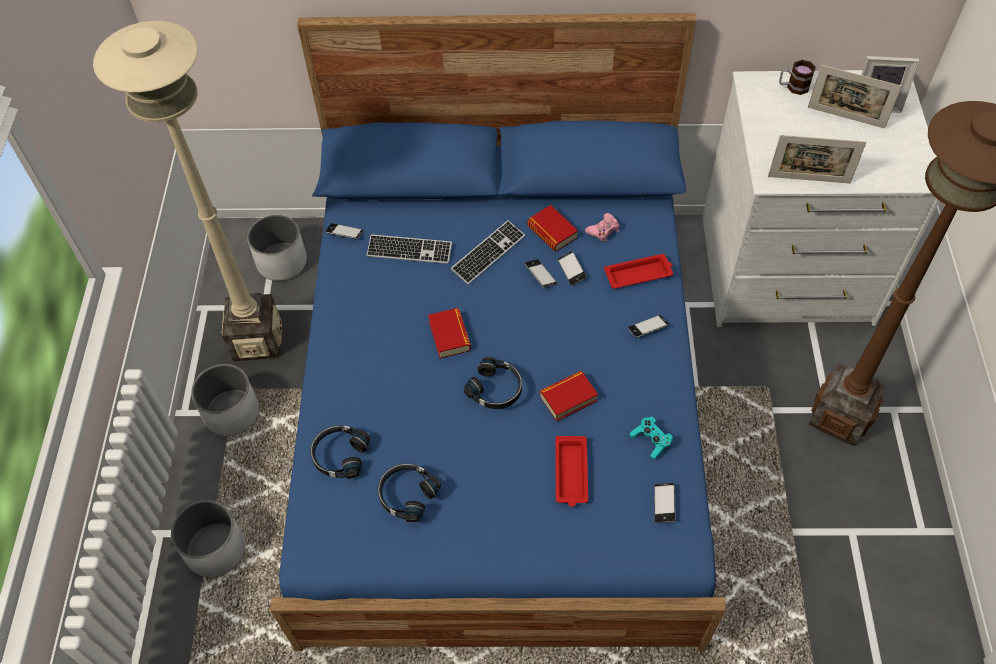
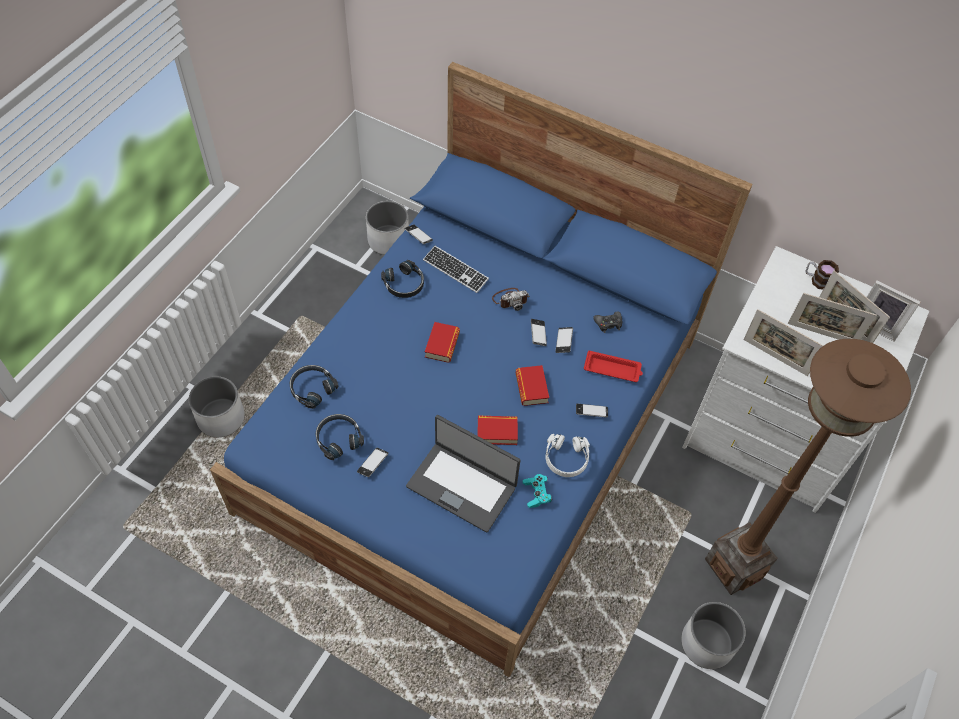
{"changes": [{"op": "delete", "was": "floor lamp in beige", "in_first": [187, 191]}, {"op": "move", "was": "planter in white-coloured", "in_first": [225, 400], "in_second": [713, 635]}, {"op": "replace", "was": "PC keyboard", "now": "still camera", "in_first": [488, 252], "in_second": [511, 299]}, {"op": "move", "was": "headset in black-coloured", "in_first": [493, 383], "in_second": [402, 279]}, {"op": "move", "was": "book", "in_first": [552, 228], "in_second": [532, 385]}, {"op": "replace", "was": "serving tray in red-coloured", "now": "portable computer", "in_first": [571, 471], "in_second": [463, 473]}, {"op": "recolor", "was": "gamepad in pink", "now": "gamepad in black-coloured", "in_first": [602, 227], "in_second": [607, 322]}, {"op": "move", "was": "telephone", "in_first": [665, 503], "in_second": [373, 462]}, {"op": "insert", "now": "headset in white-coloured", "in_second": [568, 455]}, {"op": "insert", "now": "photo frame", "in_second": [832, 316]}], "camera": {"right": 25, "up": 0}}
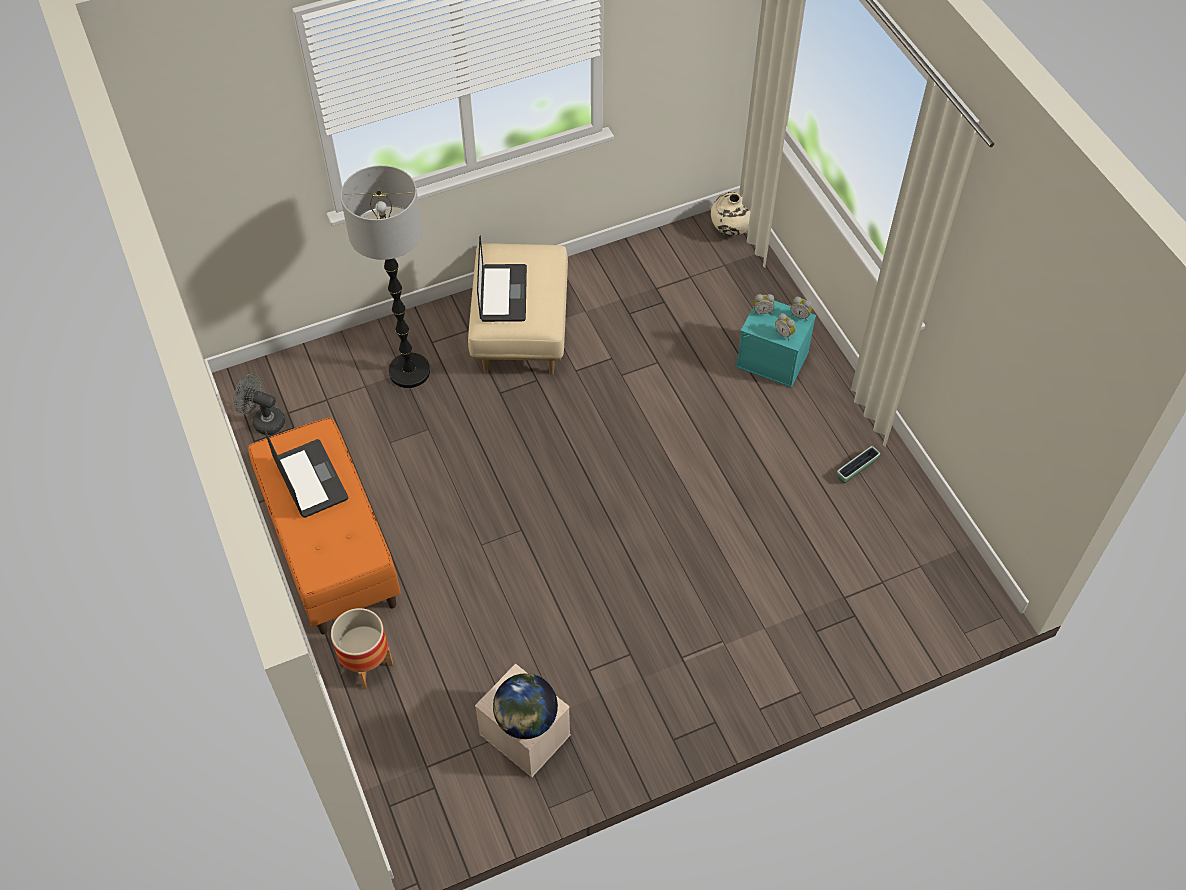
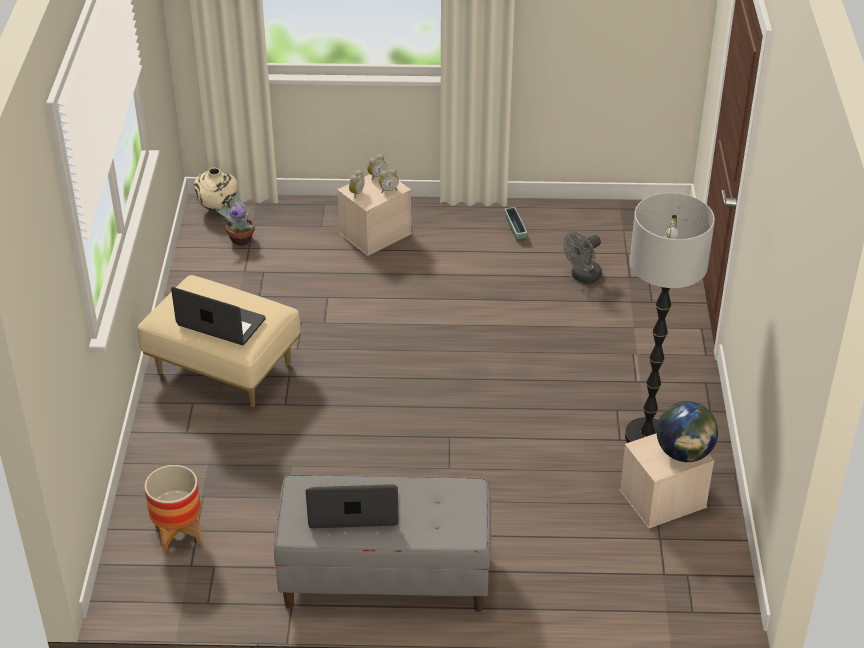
{"changes": [{"op": "move", "was": "fan in gray", "in_first": [259, 404], "in_second": [582, 257]}, {"op": "recolor", "was": "bench in orangey", "now": "bench in gray", "in_first": [324, 525], "in_second": [382, 543]}, {"op": "move", "was": "planter", "in_first": [362, 648], "in_second": [173, 509]}, {"op": "move", "was": "floor lamp", "in_first": [385, 276], "in_second": [670, 318]}, {"op": "recolor", "was": "storage bin in turquoise-coloured", "now": "storage bin in beige", "in_first": [776, 344], "in_second": [374, 215]}, {"op": "insert", "now": "potted plant", "in_second": [235, 218]}], "camera": {"right": -65, "up": -15}}
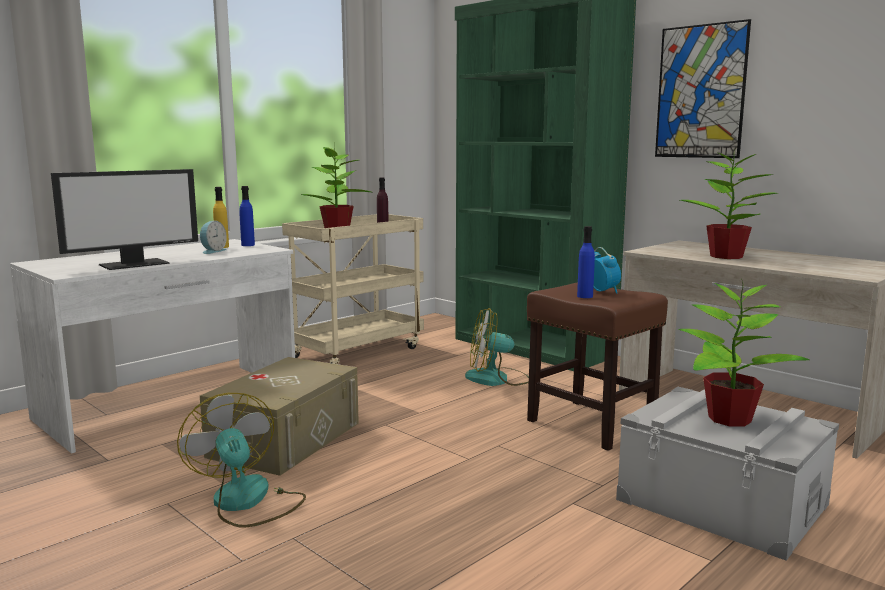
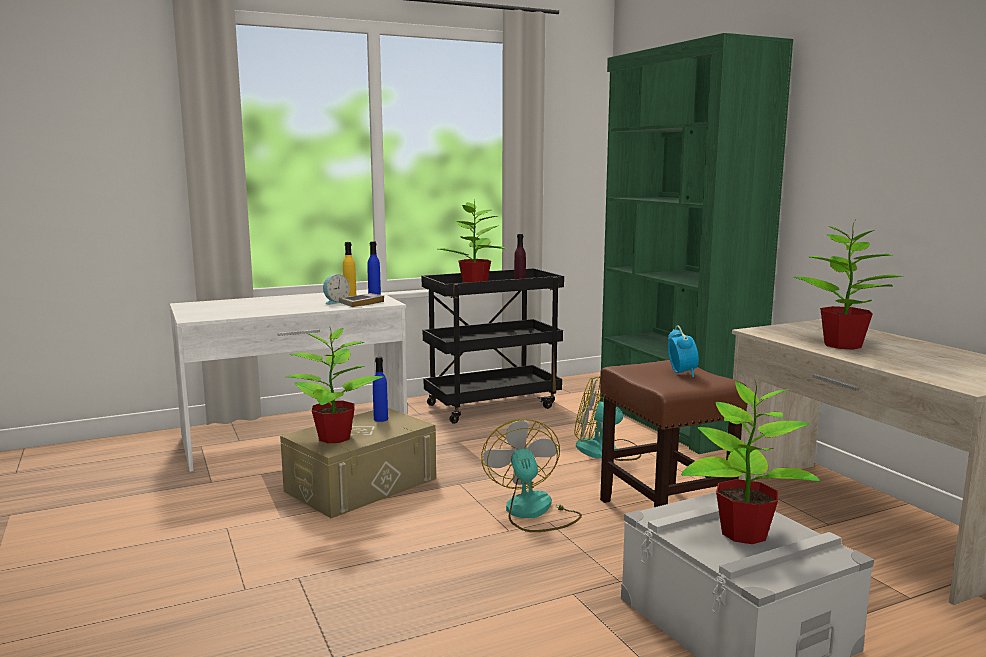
{"changes": [{"op": "delete", "was": "monitor", "in_first": [124, 219]}, {"op": "move", "was": "fan", "in_first": [241, 460], "in_second": [531, 475]}, {"op": "recolor", "was": "cart in beige", "now": "cart in black-coloured", "in_first": [353, 289], "in_second": [493, 346]}, {"op": "move", "was": "beverage bottle in blue-coloured", "in_first": [586, 262], "in_second": [380, 389]}, {"op": "delete", "was": "wall art", "in_first": [703, 88]}, {"op": "insert", "now": "potted plant", "in_second": [334, 384]}, {"op": "insert", "now": "book", "in_second": [361, 300]}], "camera": {"right": 20, "up": 0}}
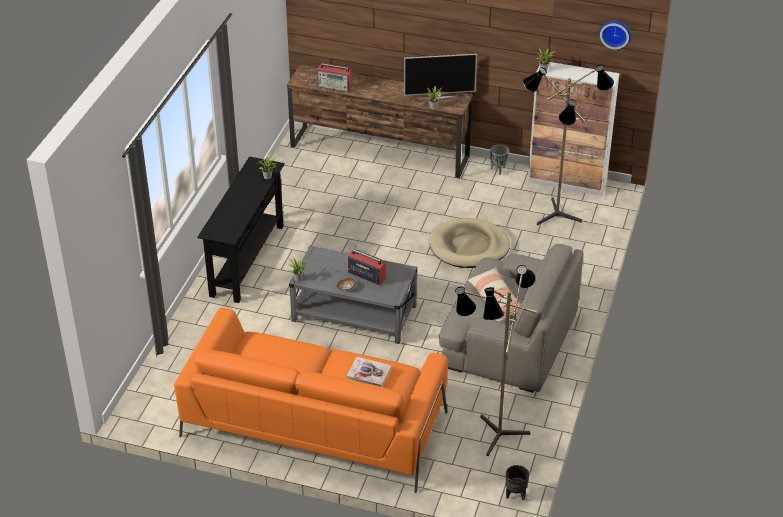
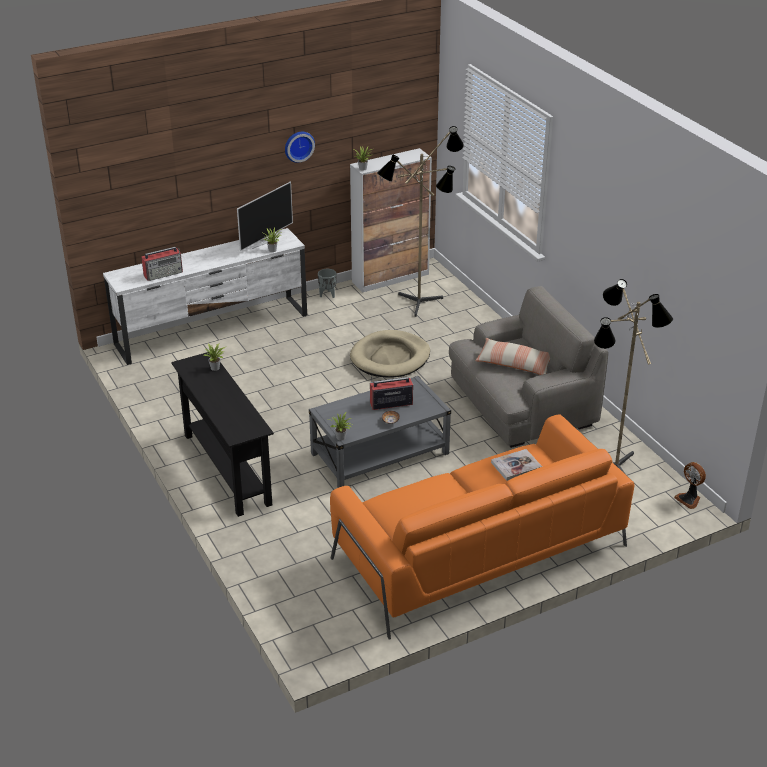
{"changes": [{"op": "recolor", "was": "media console in brown", "now": "media console in white-coloured", "in_first": [380, 121], "in_second": [205, 296]}, {"op": "replace", "was": "planter in black-coloured", "now": "fan", "in_first": [517, 483], "in_second": [690, 485]}, {"op": "move", "was": "hanging clock", "in_first": [615, 35], "in_second": [300, 147]}], "camera": {"right": -45, "up": -5}}
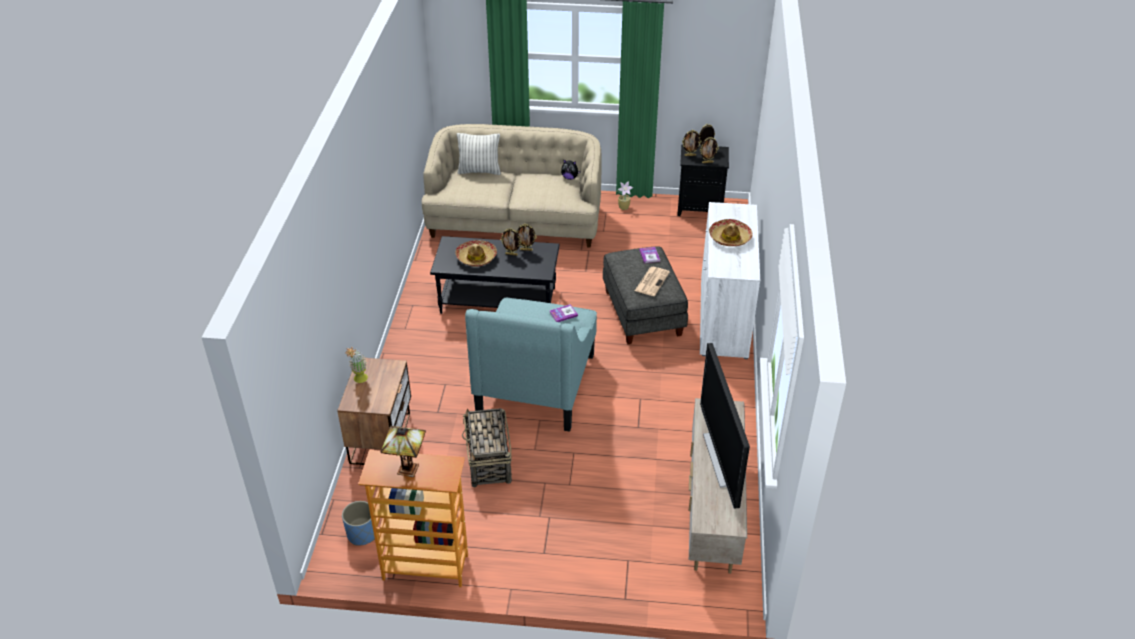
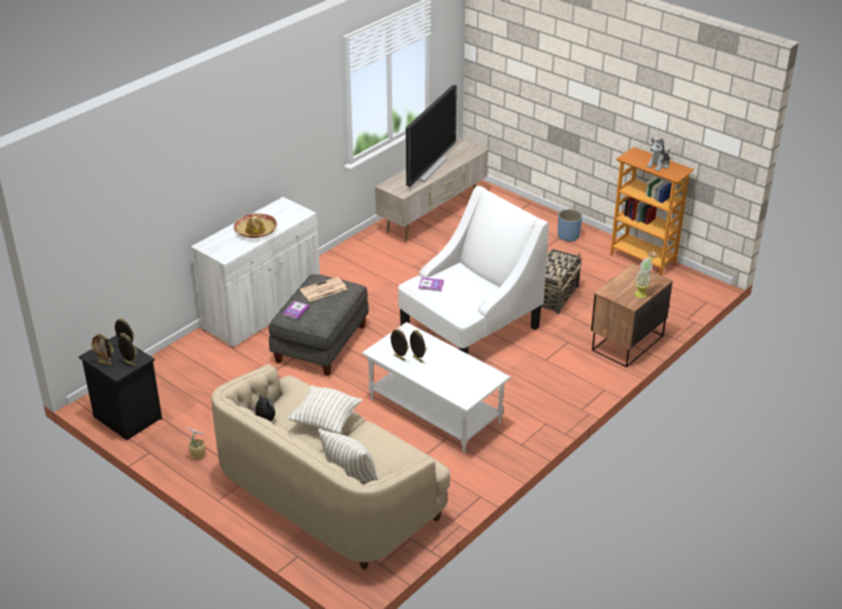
{"changes": [{"op": "move", "was": "planter in blue-coloured", "in_first": [358, 523], "in_second": [570, 225]}, {"op": "replace", "was": "tabletop lamp", "now": "cuddly toy", "in_first": [403, 451], "in_second": [658, 154]}, {"op": "recolor", "was": "coffee table in black-coloured", "now": "coffee table in white-coloured", "in_first": [495, 275], "in_second": [436, 387]}, {"op": "delete", "was": "clothing hat", "in_first": [476, 253]}, {"op": "recolor", "was": "easy chair in turquoise-coloured", "now": "easy chair in white-coloured", "in_first": [531, 365], "in_second": [473, 270]}, {"op": "insert", "now": "cushion", "in_second": [324, 409]}], "camera": {"right": -145, "up": -5}}
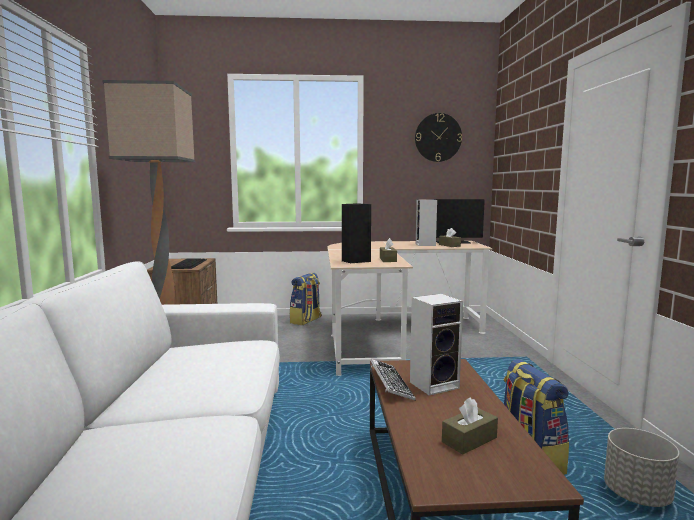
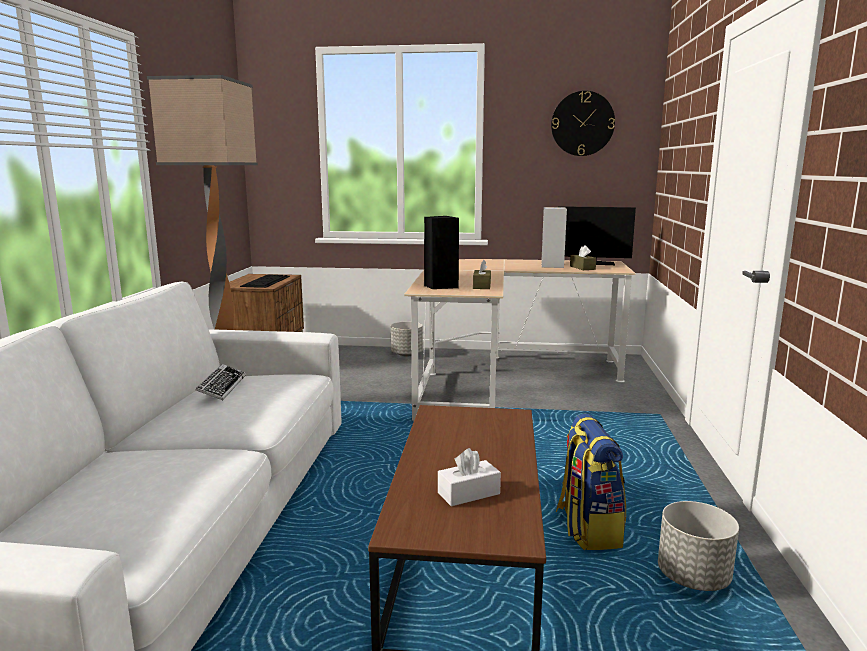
{"changes": [{"op": "replace", "was": "knapsack", "now": "planter in gray", "in_first": [306, 299], "in_second": [407, 339]}, {"op": "move", "was": "PC keyboard", "in_first": [393, 380], "in_second": [221, 382]}, {"op": "delete", "was": "audio speaker", "in_first": [436, 345]}, {"op": "recolor", "was": "box of tissues in brown", "now": "box of tissues in white-coloured", "in_first": [470, 426], "in_second": [469, 477]}], "camera": {"right": 10, "up": 5}}
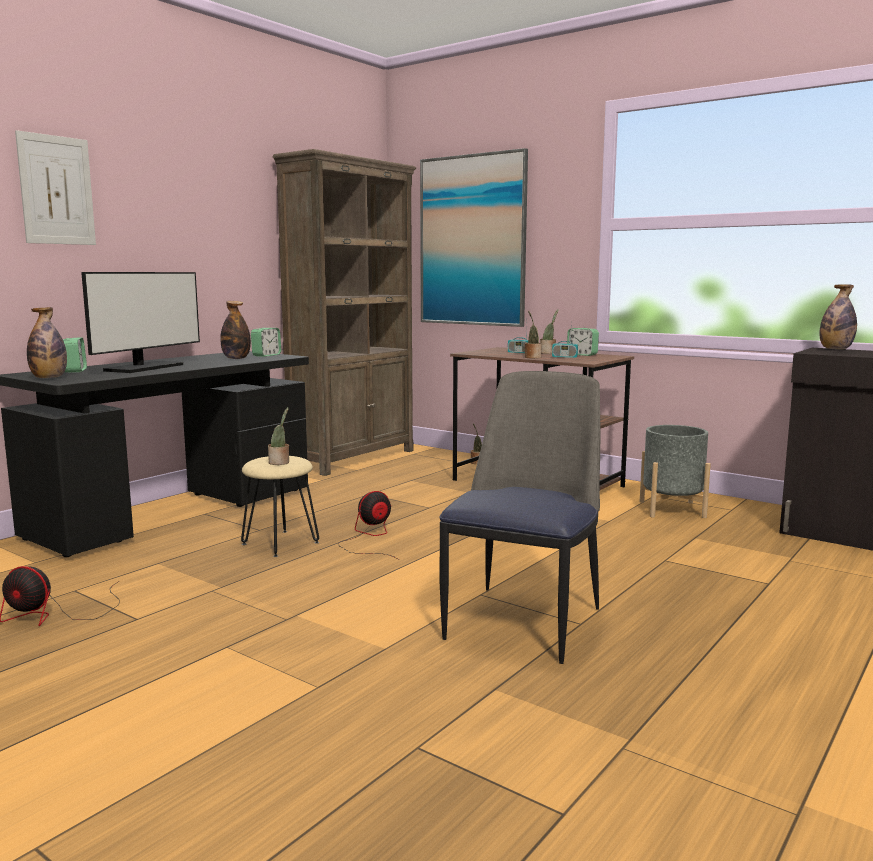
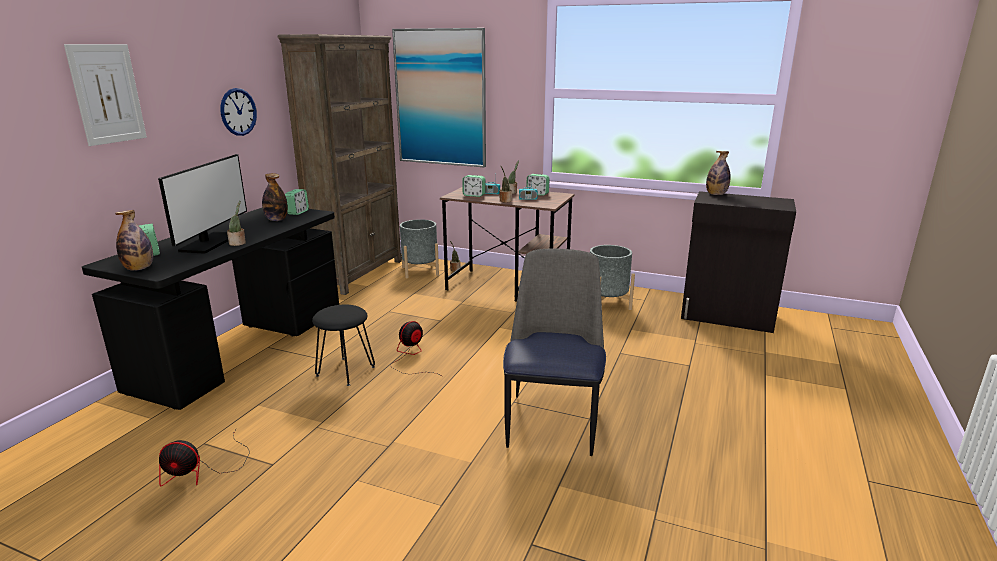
{"changes": [{"op": "recolor", "was": "sitting stool in beige", "now": "sitting stool in black-coloured", "in_first": [280, 506], "in_second": [343, 345]}, {"op": "move", "was": "potted plant", "in_first": [278, 436], "in_second": [236, 223]}, {"op": "insert", "now": "hanging clock", "in_second": [238, 112]}, {"op": "insert", "now": "planter in gray", "in_second": [419, 248]}, {"op": "insert", "now": "bedside clock", "in_second": [474, 186]}], "camera": {"right": -15, "up": 10}}
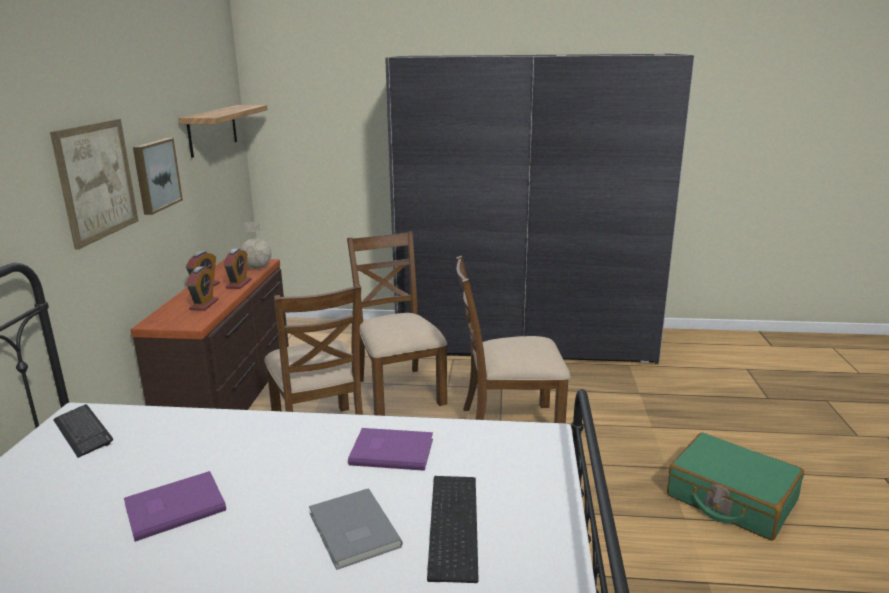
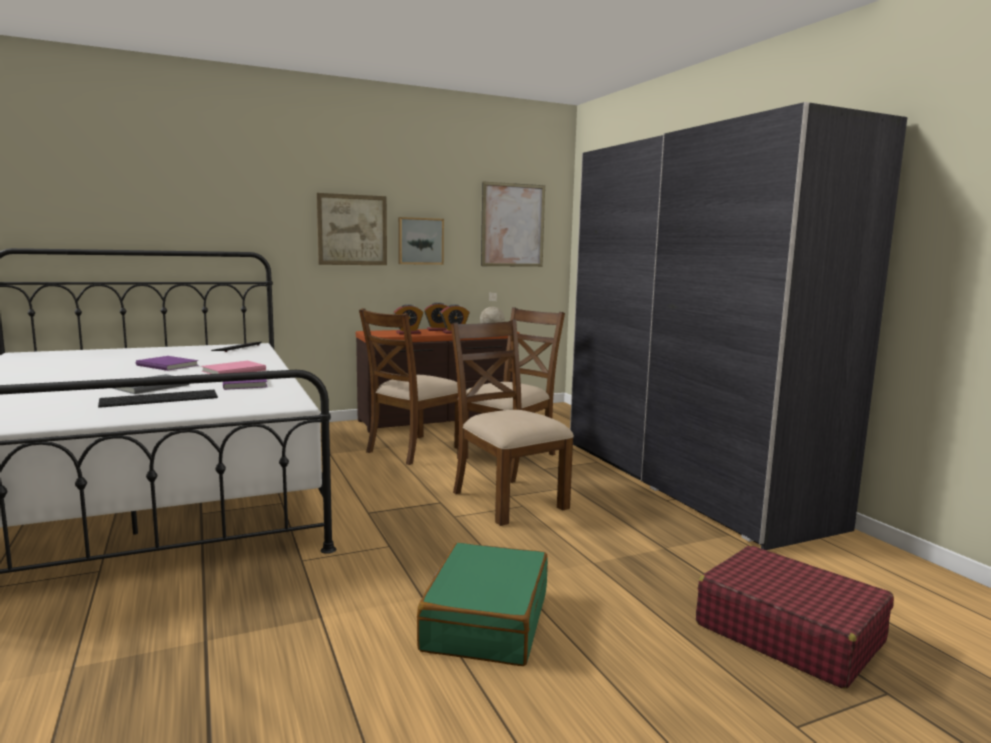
{"changes": [{"op": "replace", "was": "bracket shelf", "now": "wall art", "in_first": [223, 131], "in_second": [513, 224]}, {"op": "insert", "now": "book in pink", "in_second": [233, 367]}, {"op": "insert", "now": "travel case in red-coloured", "in_second": [795, 617]}], "camera": {"right": 60, "up": -10}}
